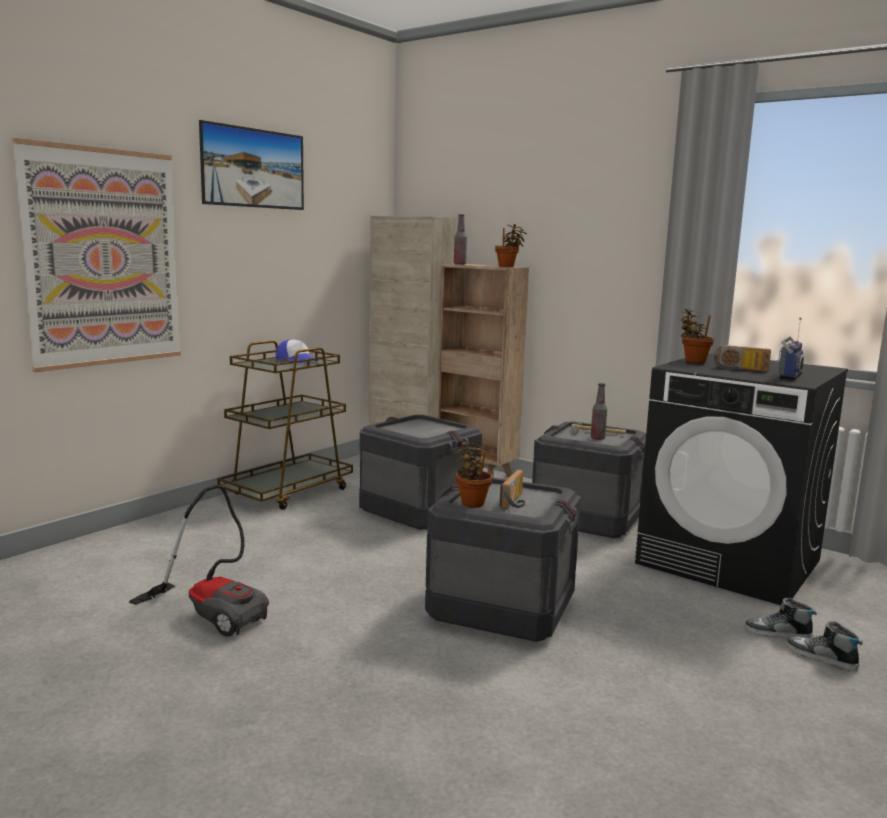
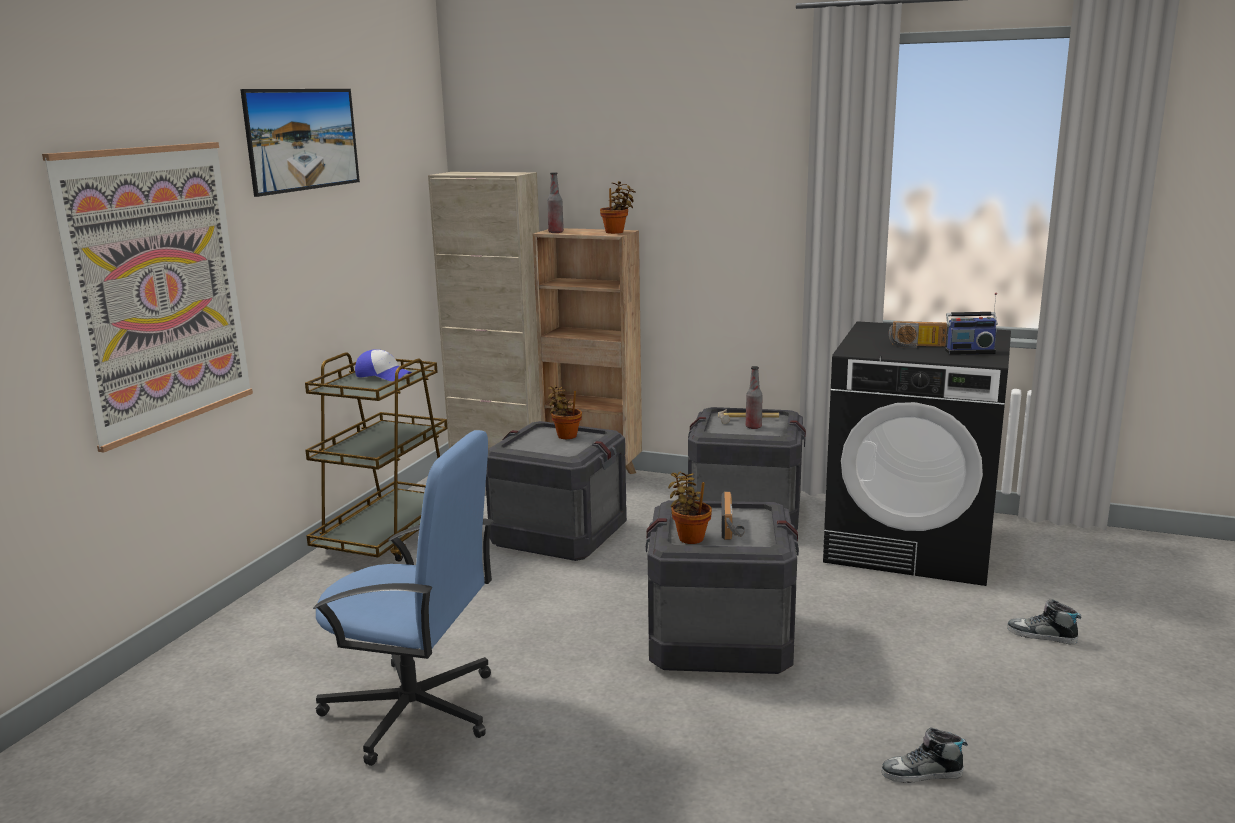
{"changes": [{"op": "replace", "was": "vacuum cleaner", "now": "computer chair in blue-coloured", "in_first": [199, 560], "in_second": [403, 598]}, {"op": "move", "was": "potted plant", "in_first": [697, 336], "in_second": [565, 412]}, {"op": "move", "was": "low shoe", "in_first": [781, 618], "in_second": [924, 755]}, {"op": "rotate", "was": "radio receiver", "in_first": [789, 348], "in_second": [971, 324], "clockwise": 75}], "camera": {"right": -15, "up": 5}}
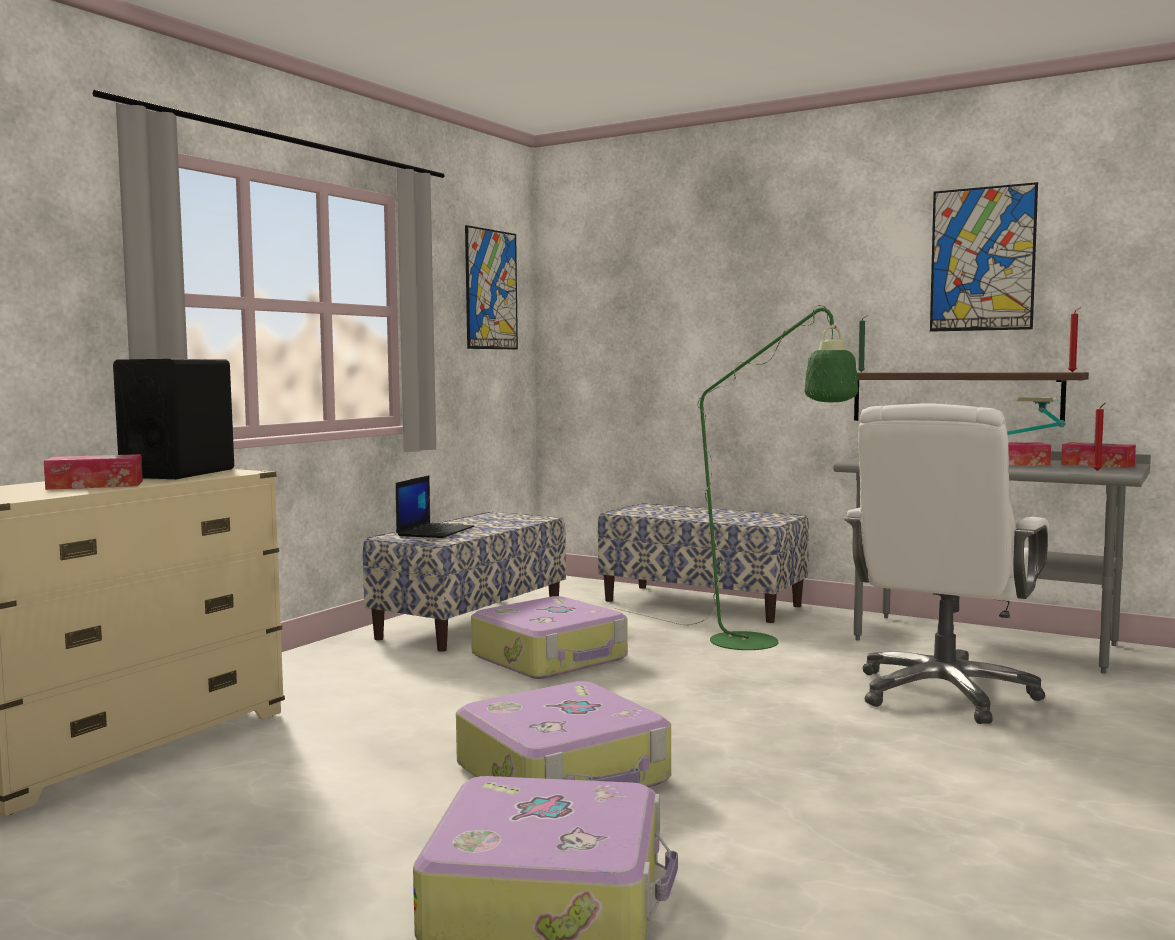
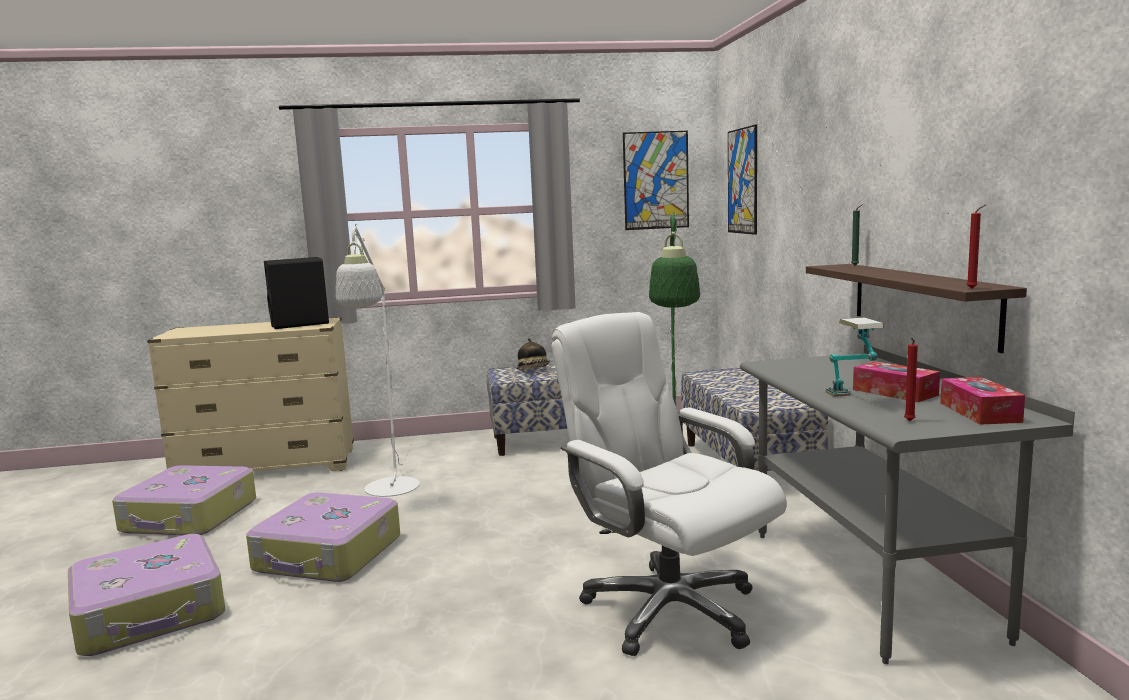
{"changes": [{"op": "delete", "was": "box of tissues", "in_first": [93, 472]}, {"op": "replace", "was": "portable computer", "now": "clothing hat", "in_first": [435, 506], "in_second": [533, 354]}, {"op": "move", "was": "travel case", "in_first": [549, 637], "in_second": [184, 500]}, {"op": "rotate", "was": "computer chair in white-coloured", "in_first": [946, 563], "in_second": [669, 484], "clockwise": 60}, {"op": "move", "was": "wall art", "in_first": [984, 257], "in_second": [742, 180]}, {"op": "insert", "now": "floor lamp in white-coloured", "in_second": [378, 360]}], "camera": {"right": 50, "up": 5}}
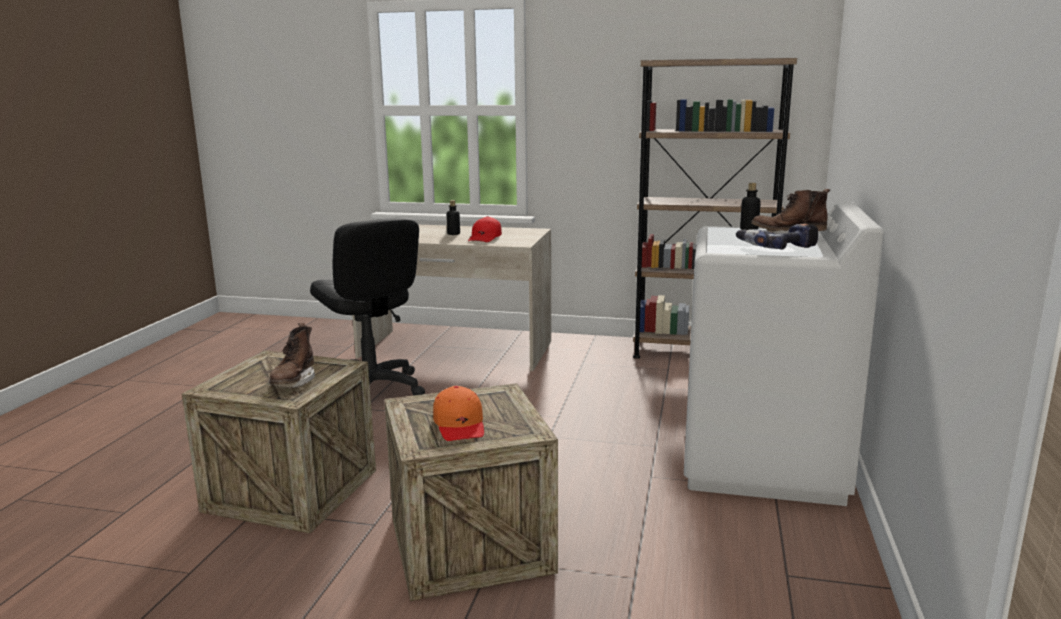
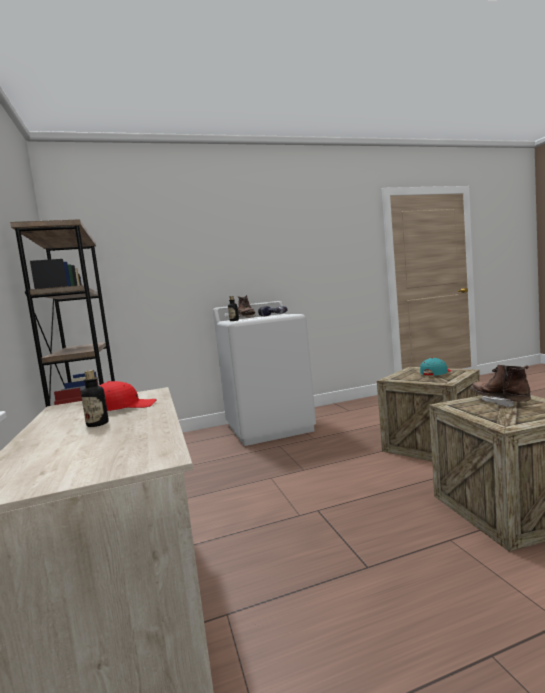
{"changes": [{"op": "rotate", "was": "tall boot in brown", "in_first": [292, 355], "in_second": [501, 386], "clockwise": -90}, {"op": "delete", "was": "computer chair in black-coloured", "in_first": [367, 306]}, {"op": "recolor", "was": "peaked cap in orangey", "now": "peaked cap in turquoise-coloured", "in_first": [458, 413], "in_second": [435, 366]}], "camera": {"right": -120, "up": -10}}
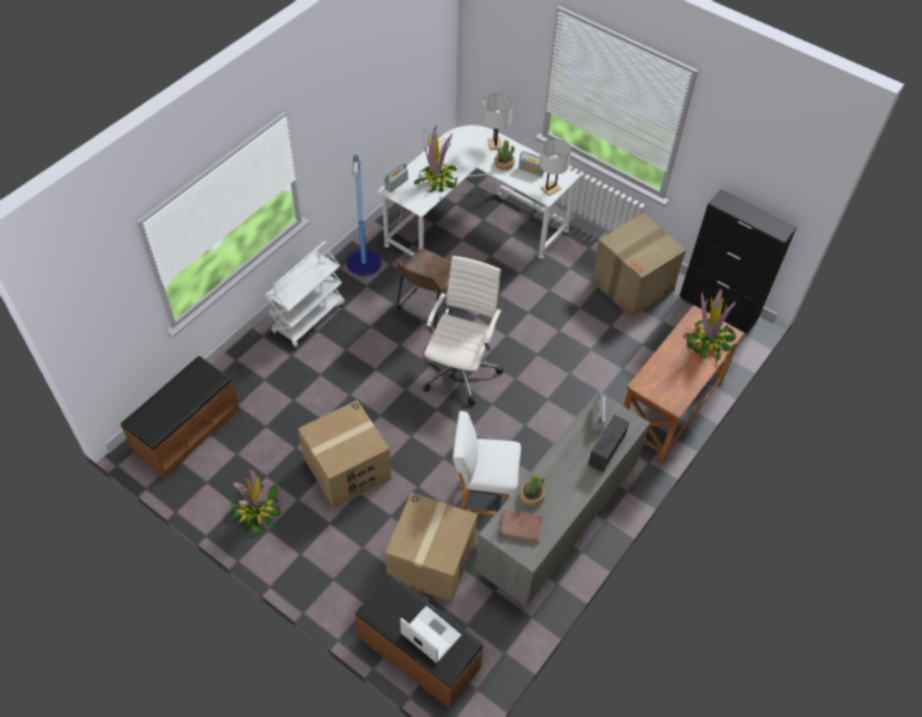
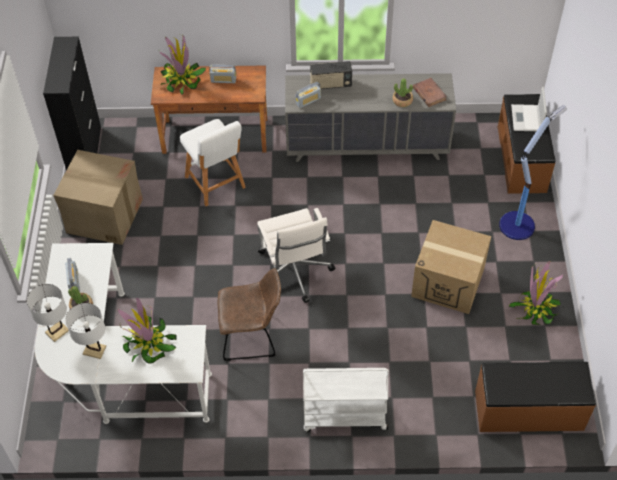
{"changes": [{"op": "move", "was": "floor lamp", "in_first": [364, 215], "in_second": [533, 172]}, {"op": "move", "was": "radio receiver", "in_first": [396, 177], "in_second": [222, 73]}, {"op": "delete", "was": "carton", "in_first": [431, 547]}, {"op": "rotate", "was": "computer chair in white-coloured", "in_first": [463, 330], "in_second": [296, 255], "clockwise": -90}, {"op": "move", "was": "sitting stool in white-coloured", "in_first": [487, 463], "in_second": [213, 162]}, {"op": "move", "was": "tabletop lamp in white-coloured", "in_first": [555, 167], "in_second": [86, 331]}], "camera": {"right": -125, "up": 0}}
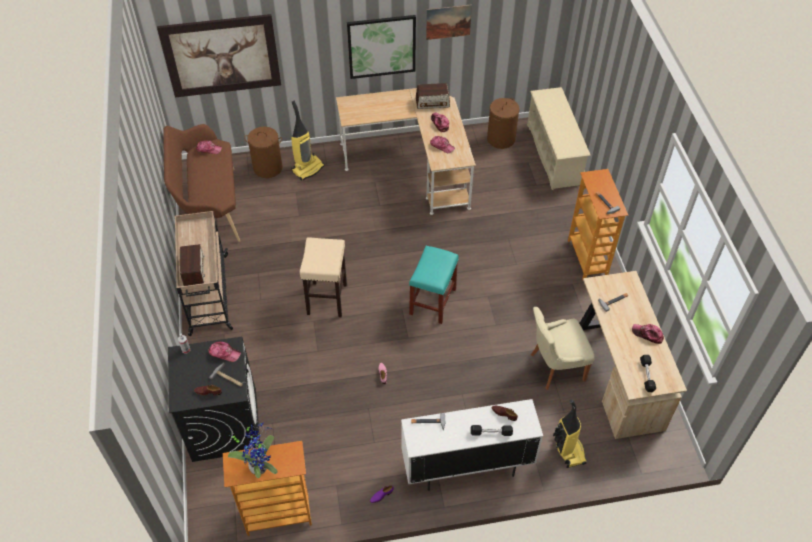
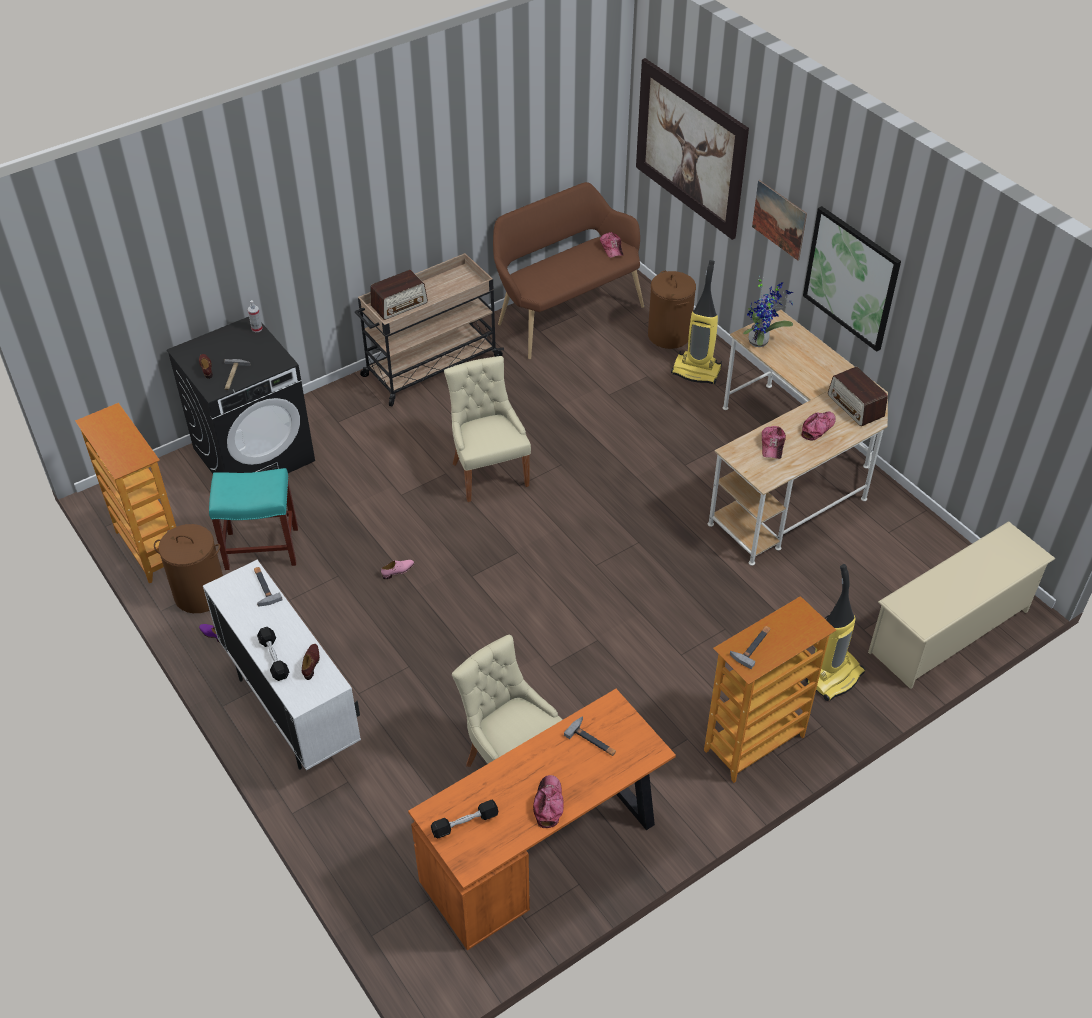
{"changes": [{"op": "delete", "was": "peaked cap", "in_first": [224, 352]}, {"op": "move", "was": "potted plant", "in_first": [253, 449], "in_second": [768, 311]}, {"op": "replace", "was": "sitting stool in beige", "now": "upright chair in beige", "in_first": [323, 277], "in_second": [487, 429]}, {"op": "move", "was": "sitting stool in turquoise-coloured", "in_first": [434, 285], "in_second": [253, 519]}, {"op": "move", "was": "wall art", "in_first": [449, 22], "in_second": [779, 220]}, {"op": "move", "was": "washing basket in brown", "in_first": [503, 123], "in_second": [188, 568]}, {"op": "move", "was": "vacuum cleaner", "in_first": [570, 433], "in_second": [835, 632]}, {"op": "recolor", "was": "desk table in beige", "now": "desk table in orangey", "in_first": [633, 355], "in_second": [542, 819]}], "camera": {"right": 65, "up": -5}}
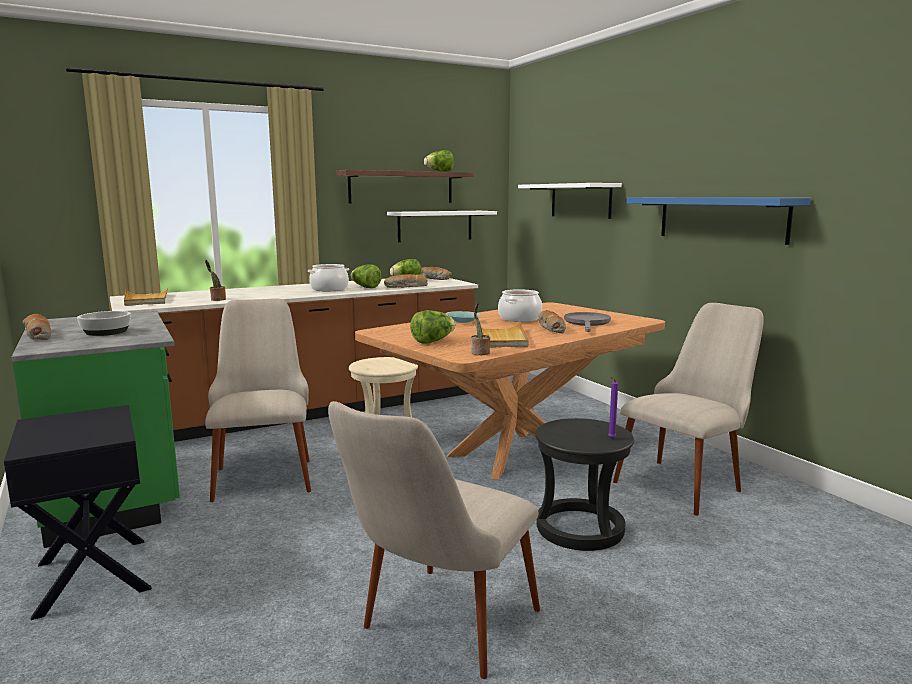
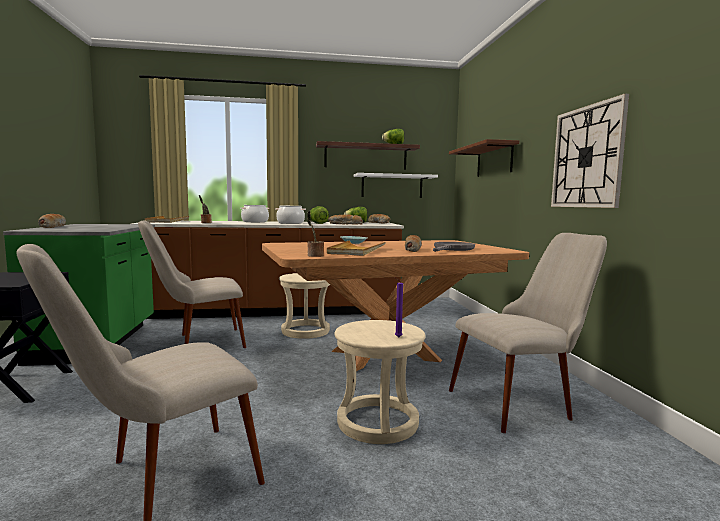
{"changes": [{"op": "delete", "was": "bowl", "in_first": [104, 323]}, {"op": "rotate", "was": "upright chair in beige", "in_first": [258, 400], "in_second": [192, 284], "clockwise": -120}, {"op": "delete", "was": "lettuce head", "in_first": [433, 327]}, {"op": "move", "was": "cooking pot", "in_first": [520, 305], "in_second": [254, 213]}, {"op": "recolor", "was": "bracket shelf in white-coloured", "now": "bracket shelf in brown", "in_first": [570, 201], "in_second": [484, 158]}, {"op": "recolor", "was": "sitting stool in black-coloured", "now": "sitting stool in beige", "in_first": [584, 484], "in_second": [380, 382]}, {"op": "replace", "was": "bracket shelf in blue-coloured", "now": "hanging clock", "in_first": [719, 221], "in_second": [590, 151]}], "camera": {"right": 20, "up": -5}}
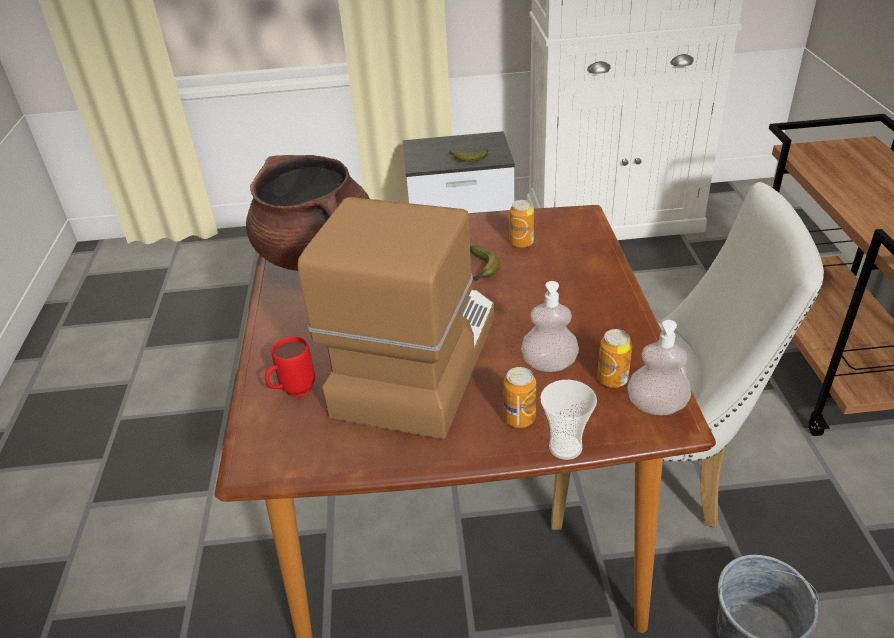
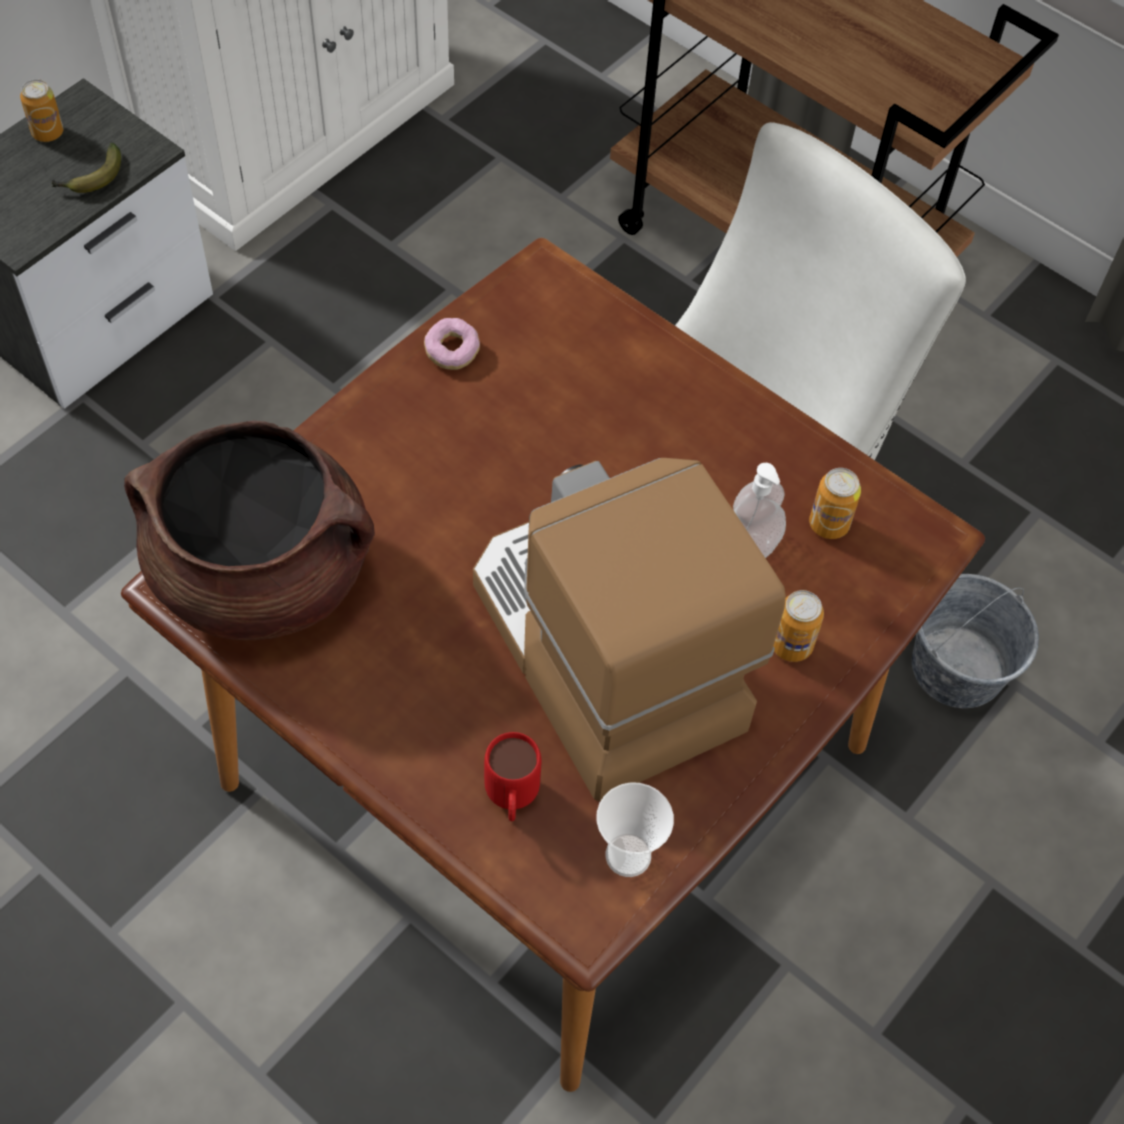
{"changes": [{"op": "delete", "was": "banana fruit", "in_first": [485, 263]}, {"op": "move", "was": "sealed can", "in_first": [522, 224], "in_second": [41, 110]}, {"op": "move", "was": "drinking cup", "in_first": [568, 420], "in_second": [635, 829]}, {"op": "delete", "was": "liquid soap bottle", "in_first": [659, 367]}, {"op": "insert", "now": "doughnut", "in_second": [452, 344]}], "camera": {"right": -50, "up": 20}}
